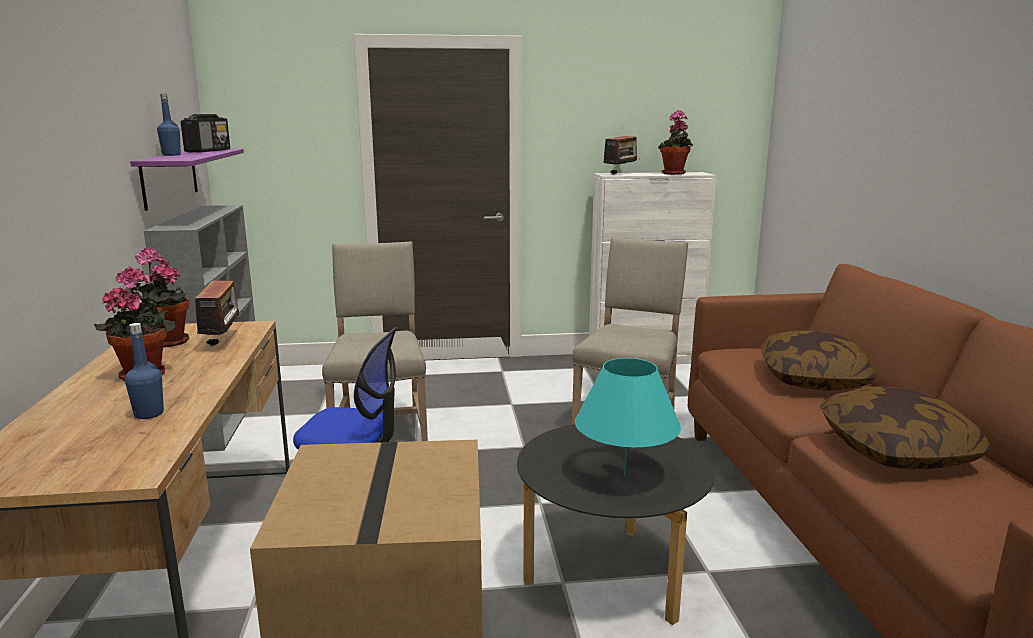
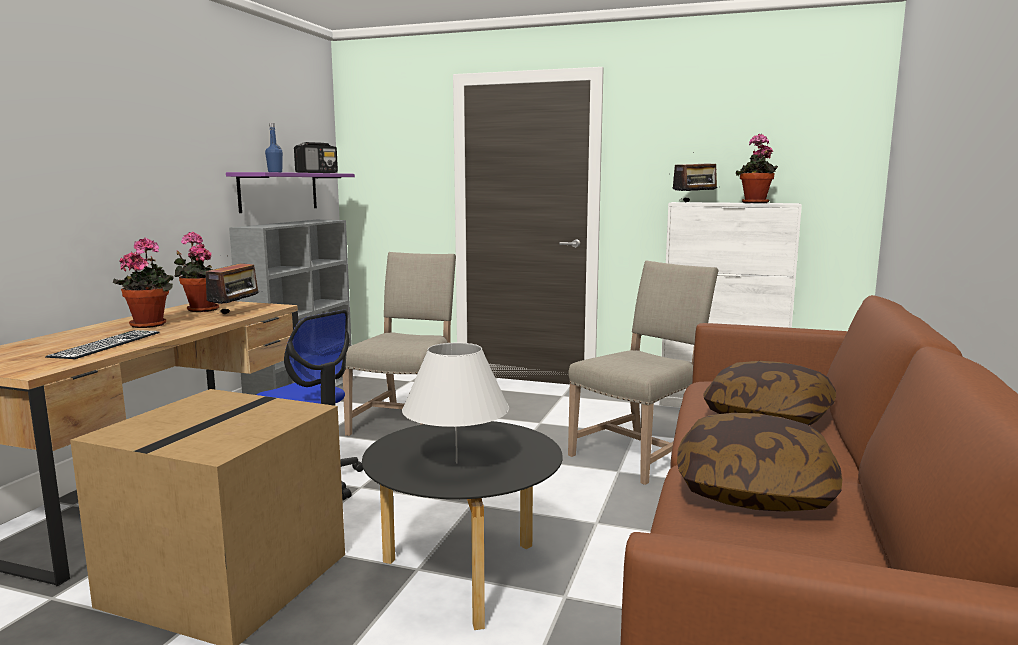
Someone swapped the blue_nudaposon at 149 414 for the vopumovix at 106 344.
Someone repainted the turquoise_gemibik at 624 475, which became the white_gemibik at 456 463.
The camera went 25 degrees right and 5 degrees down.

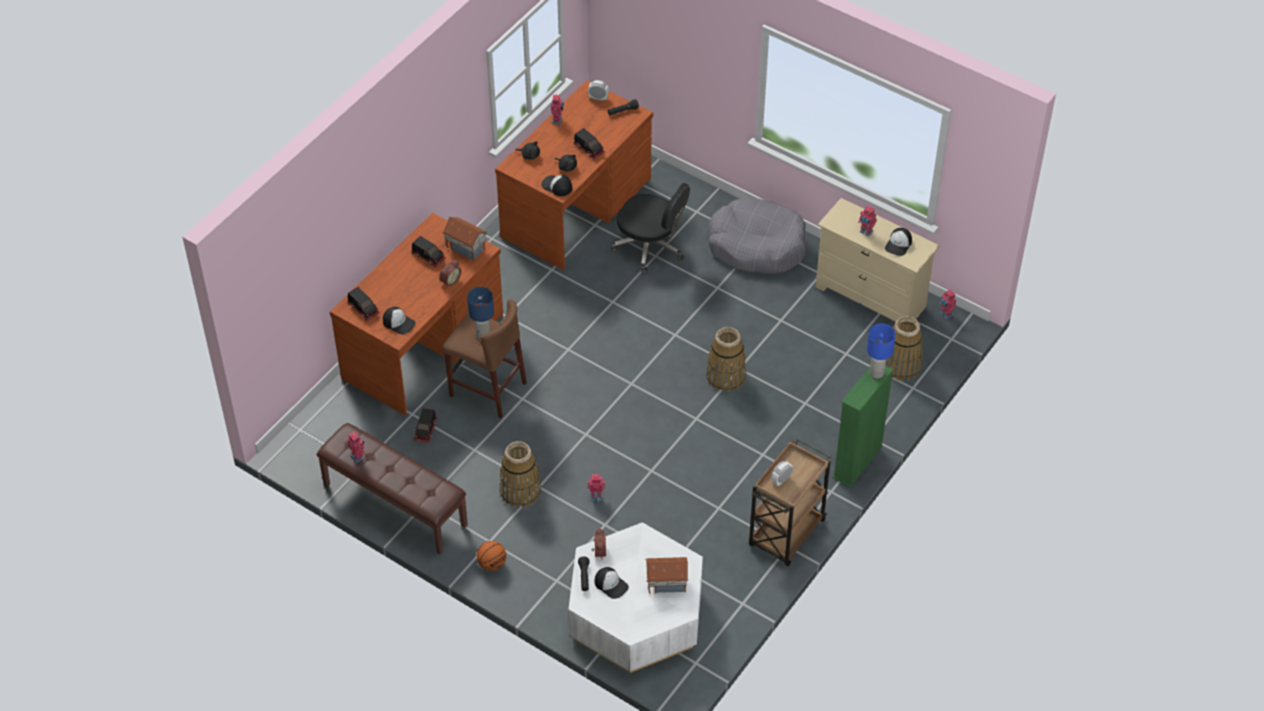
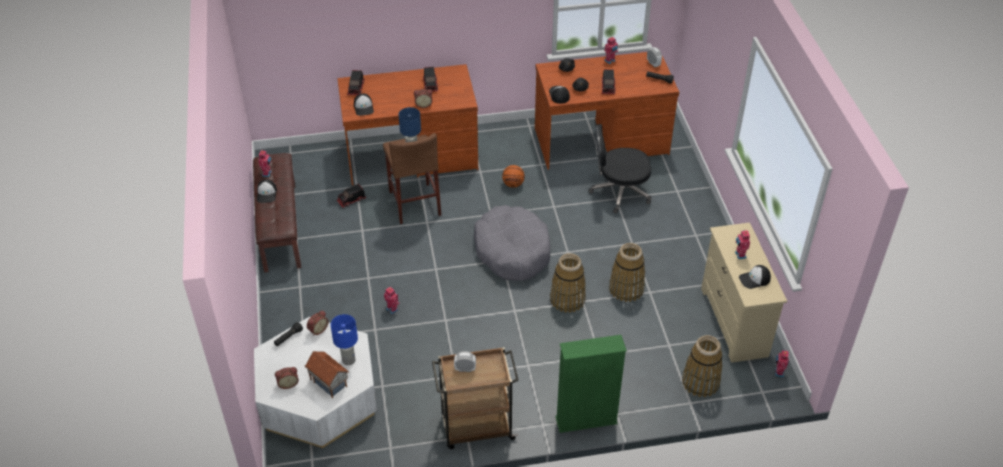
Someone rotated the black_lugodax at 650 247 by 105 degrees clockwise.
Someone carried the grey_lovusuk from 757 245 to 512 251.
Someone took away the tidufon at 466 247.
Someone carried the blue_gemibik from 876 372 to 348 360.
Someone carried the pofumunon from 520 490 to 626 288.
Someone carried the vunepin from 492 564 to 513 184.
Someone carried the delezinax from 611 584 to 267 194.
Someone put down the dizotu at 288 383.
The camera went 45 degrees right and 5 degrees down.

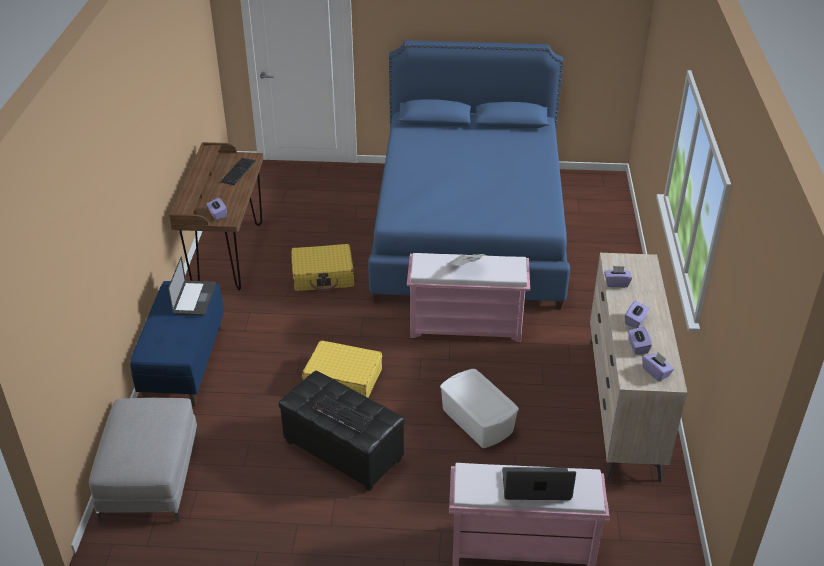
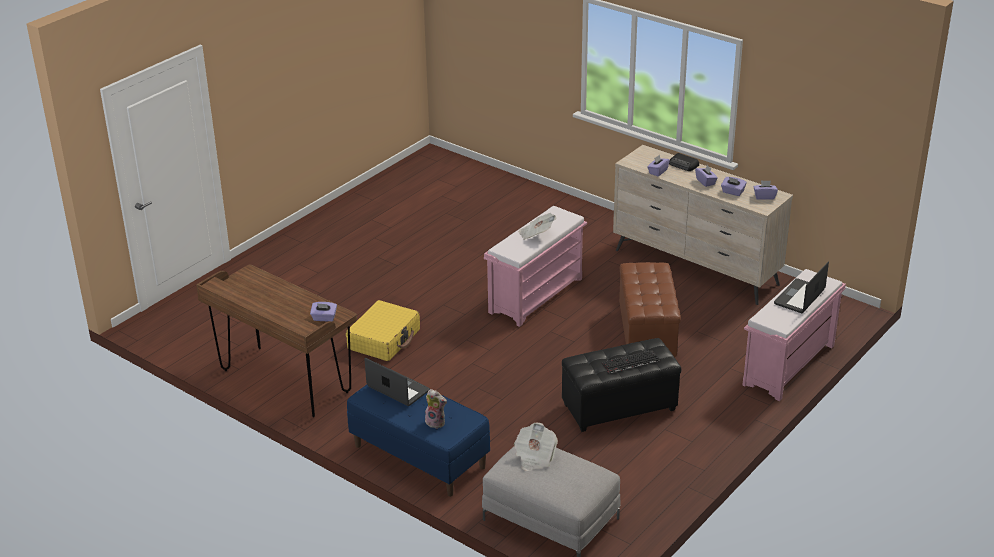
Someone took away the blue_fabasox at 468 231.
Someone took away the vopumovix at 238 171.
Someone took away the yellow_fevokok at 343 379.
Someone swapped the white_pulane at 477 420 for the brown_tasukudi at 647 333.
Someone put down the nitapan at 683 165.
Someone put down the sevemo at 436 422.
Someone put down the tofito at 534 457.
The camera went 55 degrees left and 5 degrees down.

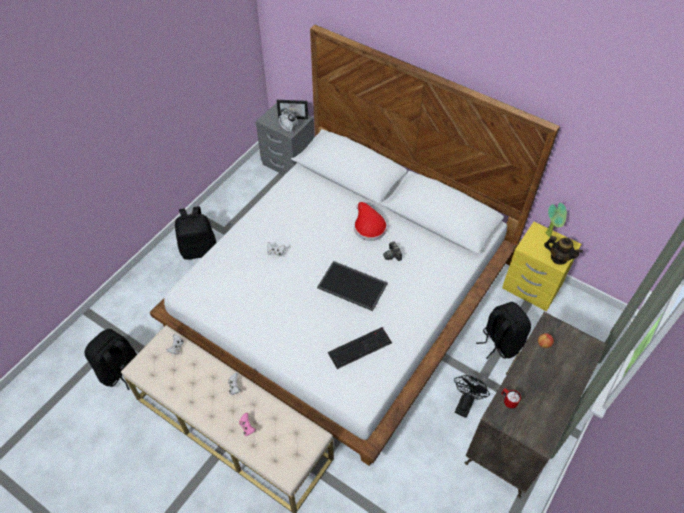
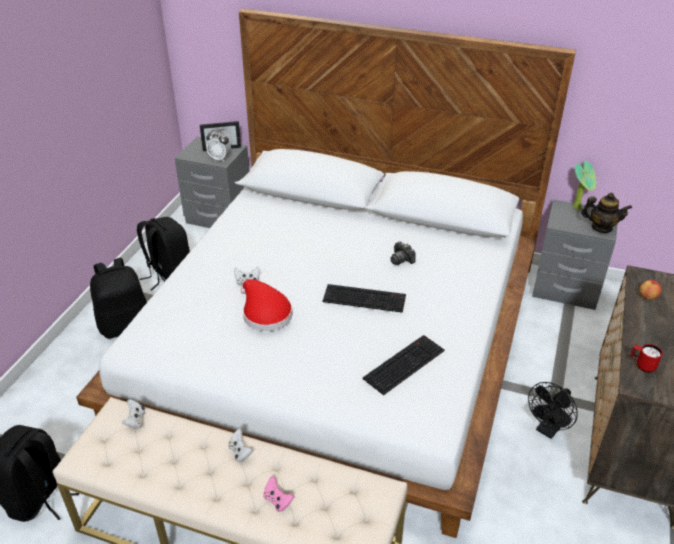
Someone carried the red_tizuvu from 368 226 to 265 313.
Someone repainted the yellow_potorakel at 531 287, which became the grey_potorakel at 565 289.
Someone swapped the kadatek at 353 285 for the vopumovix at 365 298.
Someone carried the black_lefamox from 499 342 to 168 275.
Someone rotated the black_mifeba at 465 403 by 150 degrees counterclockwise.
The camera went 15 degrees left and 15 degrees down.

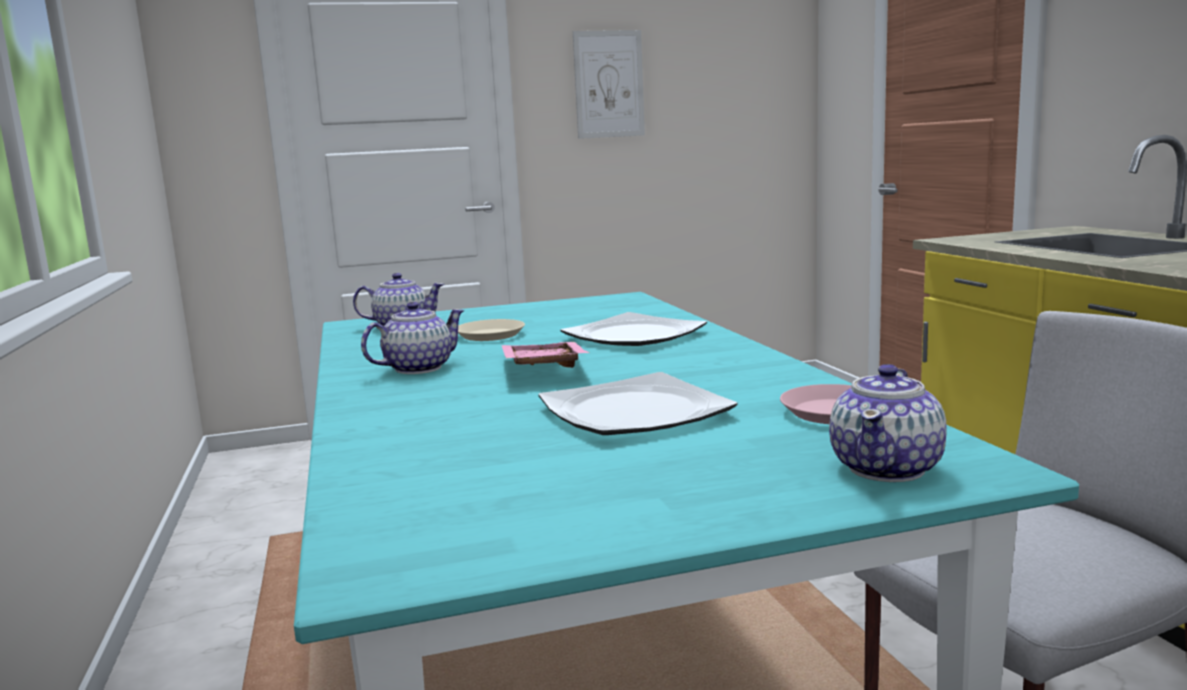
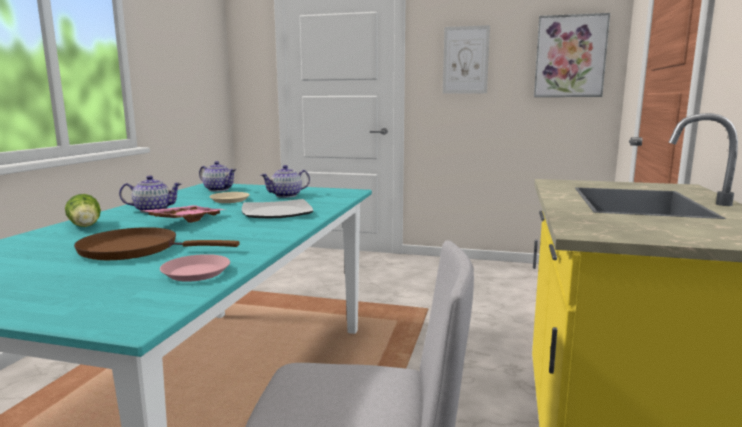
Someone carried the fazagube from 887 468 to 286 195.
Someone swapped the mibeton at 632 412 for the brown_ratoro at 136 249.
Someone put up the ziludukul at 570 56.
Someone put down the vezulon at 85 226.
The camera went 30 degrees right and 0 degrees up.

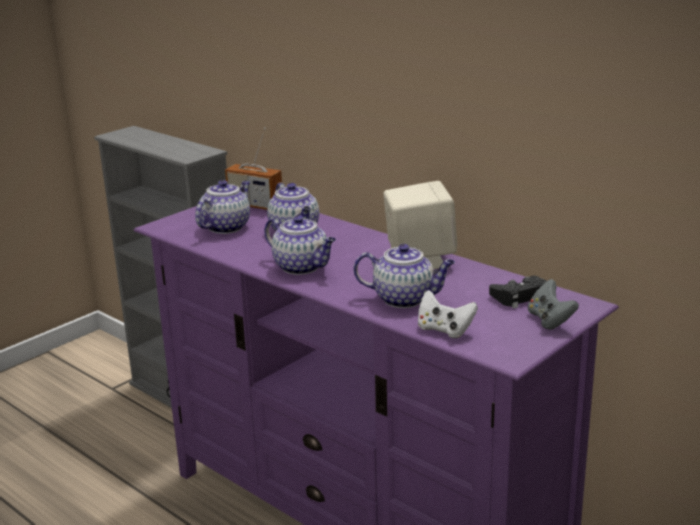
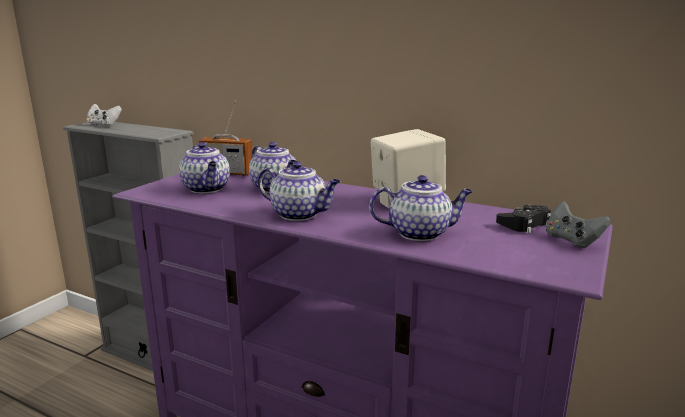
Someone rotated the fazagube at 226 227 by 135 degrees clockwise.
Someone carried the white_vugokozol from 444 330 to 104 125.
The camera went 15 degrees left and 5 degrees down.

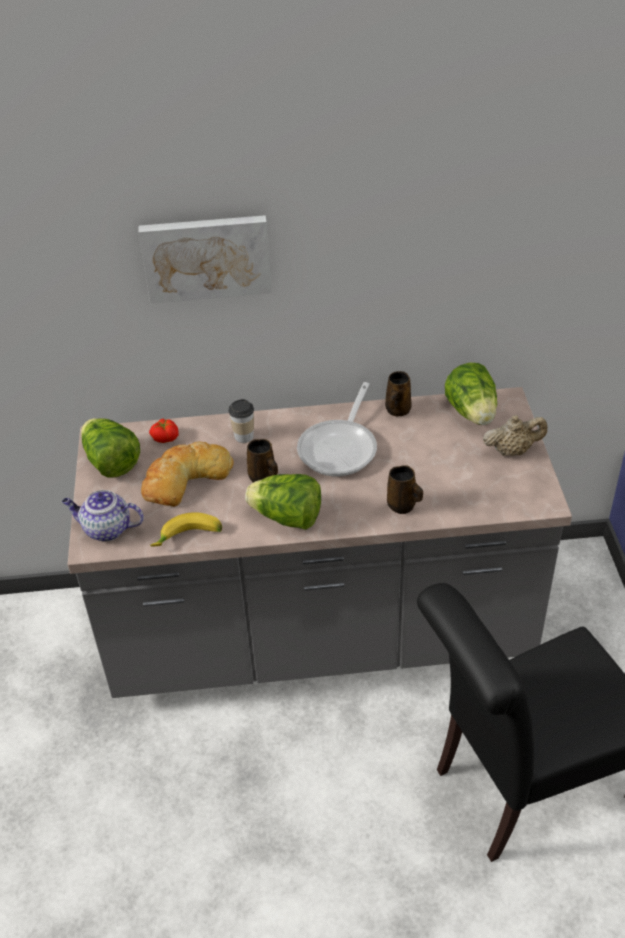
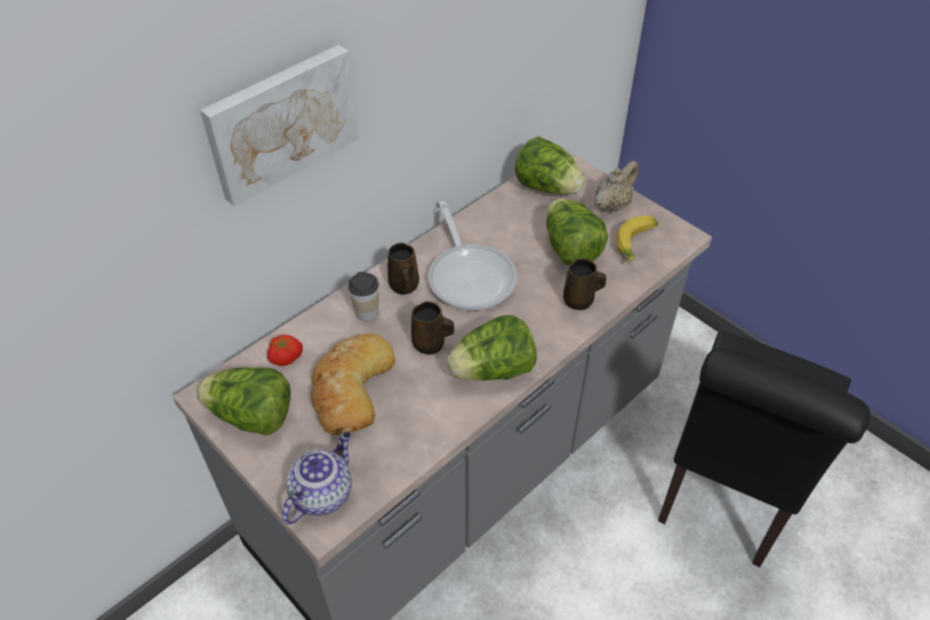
Someone carried the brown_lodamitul from 397 410 to 404 286.
Someone rotated the fazagube at 106 529 by 150 degrees clockwise.
Someone carried the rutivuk from 189 538 to 637 244.
Someone put down the vezulon at 570 249.
The camera went 40 degrees left and 5 degrees up.

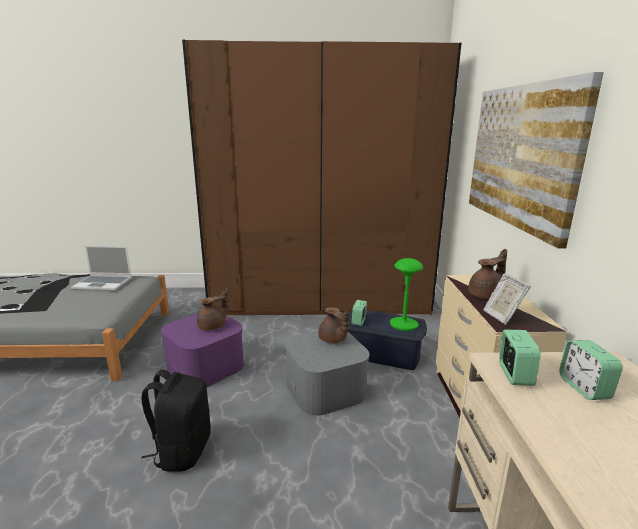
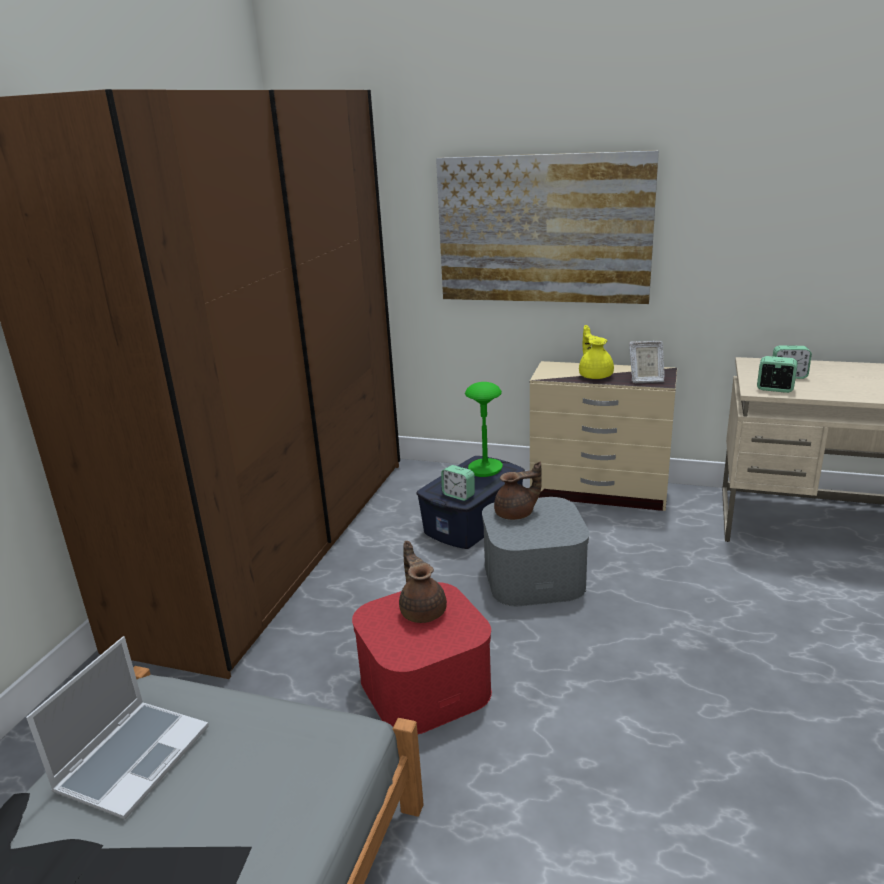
Someone repainted the brown_fazagube at 486 295, which became the yellow_fazagube at 595 375.
Someone repainted the purple_pulane at 206 366, which became the red_pulane at 425 684.
Someone took away the black_lefamox at 182 450.
The camera went 70 degrees left and 5 degrees up.

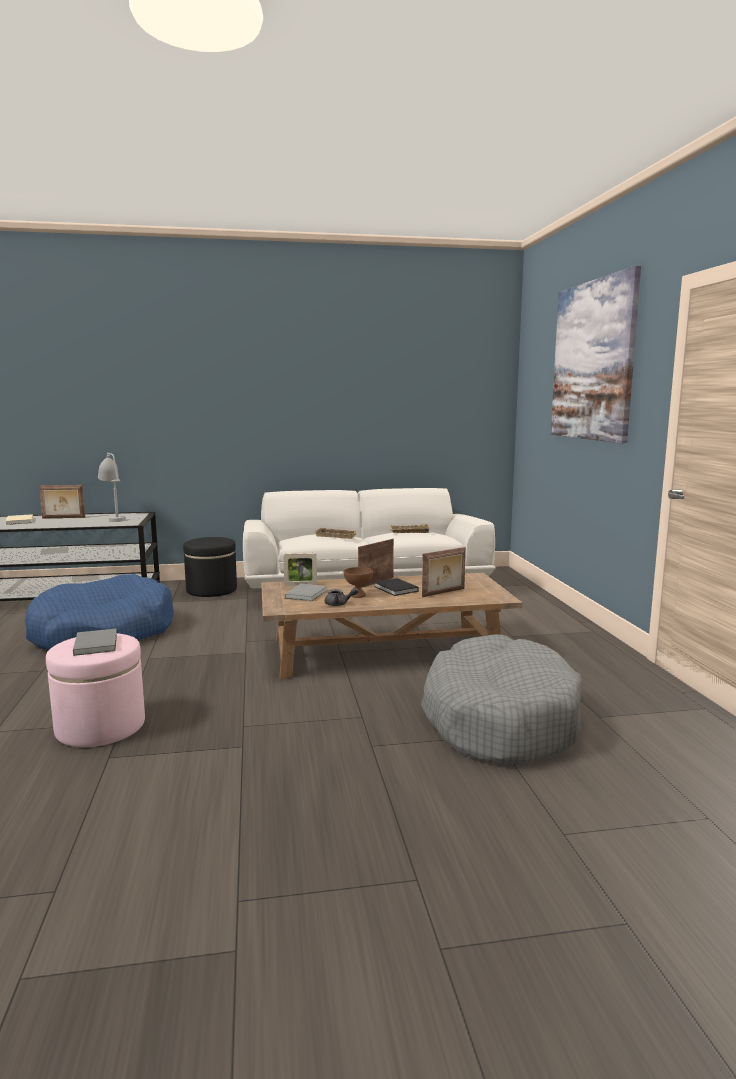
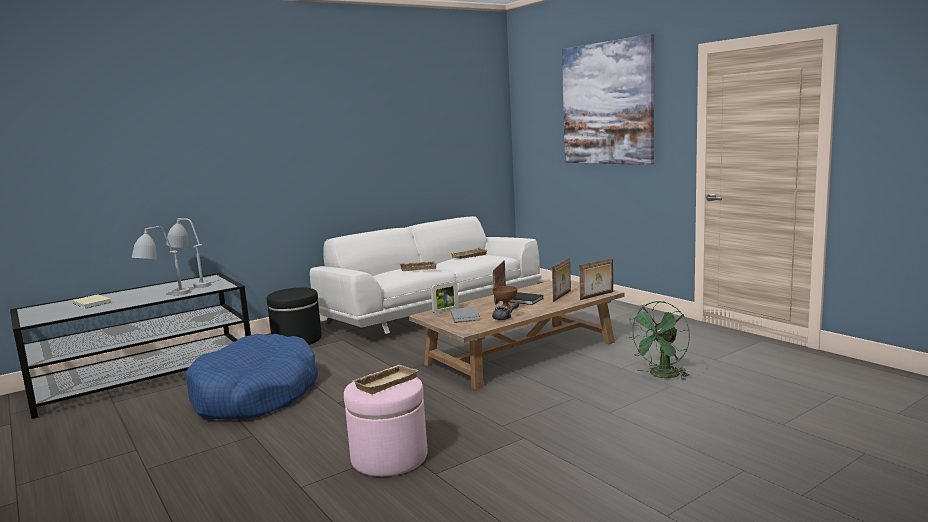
Someone carried the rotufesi from 63 518 to 597 296.
Someone swapped the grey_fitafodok at 97 644 for the beige_kadatek at 385 382.
Someone swapped the grey_lovusuk at 499 719 for the green_mifeba at 662 376.
Someone put down the grey_gemibik at 164 297.
The camera went 25 degrees left and 0 degrees up.

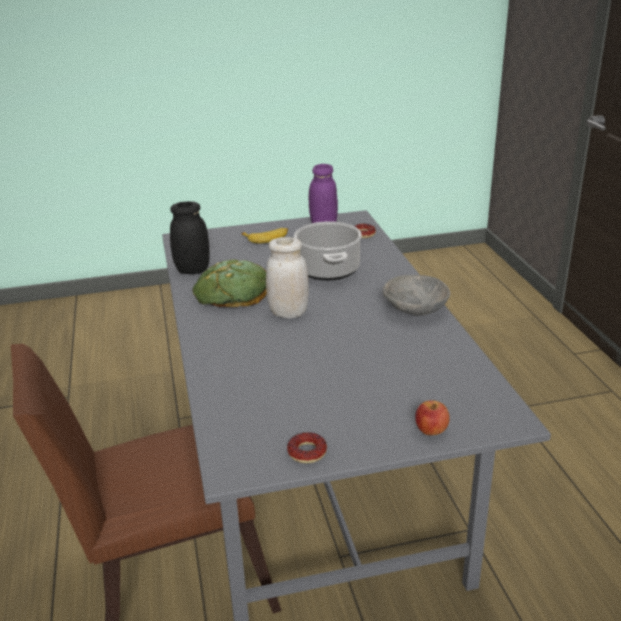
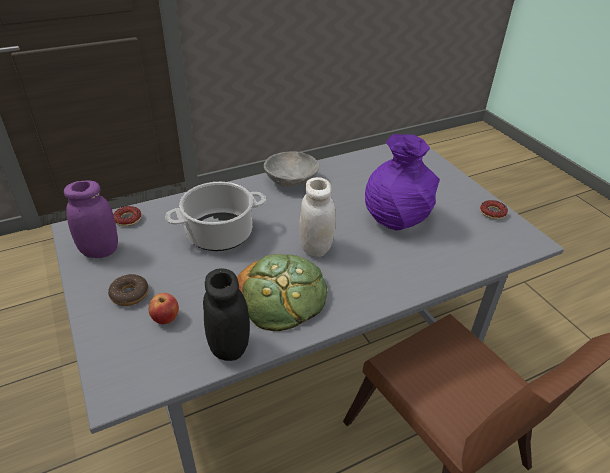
Someone swapped the rutivuk at 267 238 for the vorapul at 129 294.
Someone carried the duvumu from 431 431 to 166 318.
Someone put down the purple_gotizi at 395 217.
The camera went 105 degrees left and 10 degrees up.

